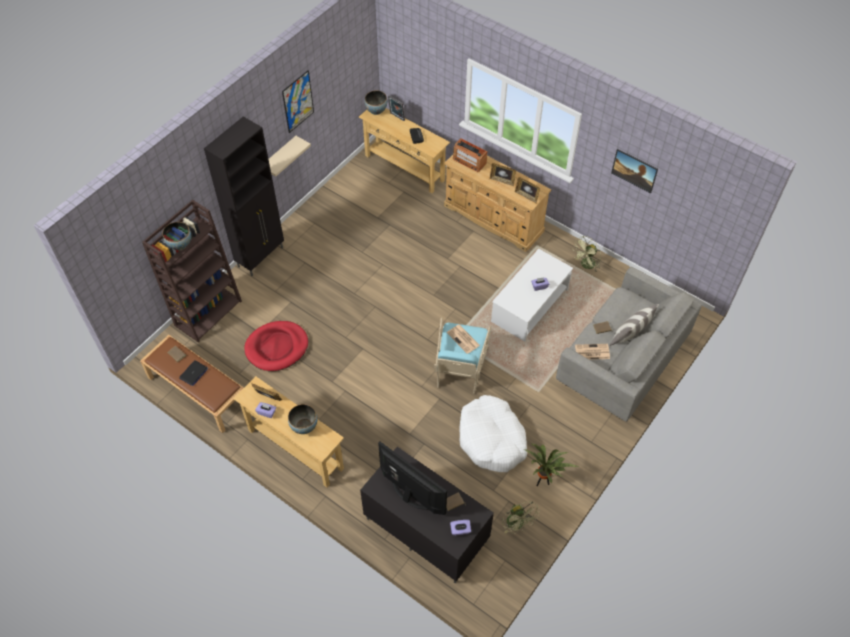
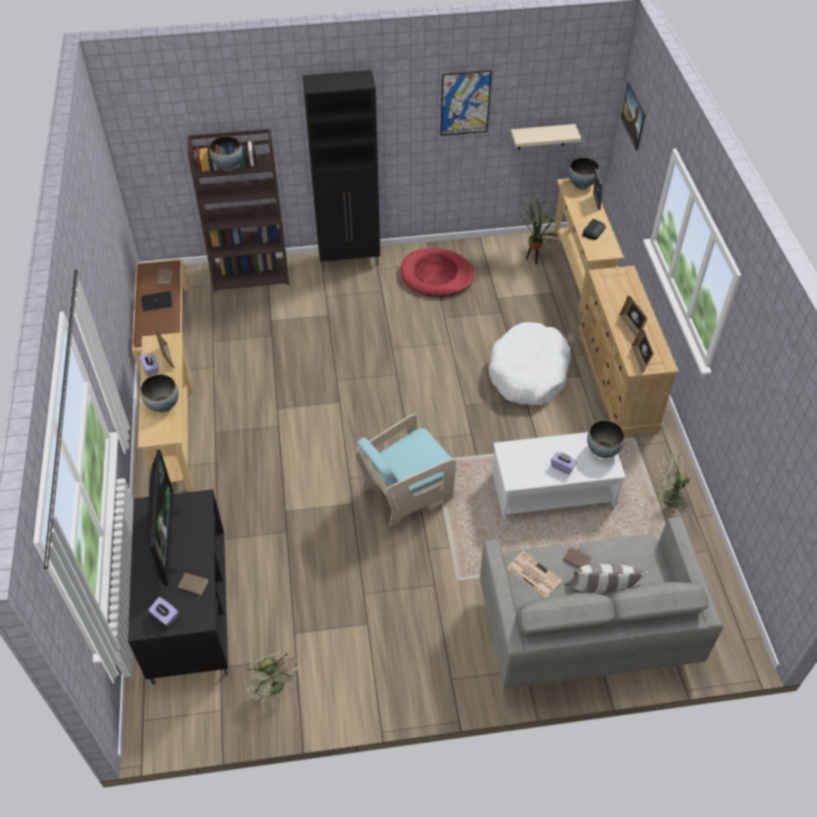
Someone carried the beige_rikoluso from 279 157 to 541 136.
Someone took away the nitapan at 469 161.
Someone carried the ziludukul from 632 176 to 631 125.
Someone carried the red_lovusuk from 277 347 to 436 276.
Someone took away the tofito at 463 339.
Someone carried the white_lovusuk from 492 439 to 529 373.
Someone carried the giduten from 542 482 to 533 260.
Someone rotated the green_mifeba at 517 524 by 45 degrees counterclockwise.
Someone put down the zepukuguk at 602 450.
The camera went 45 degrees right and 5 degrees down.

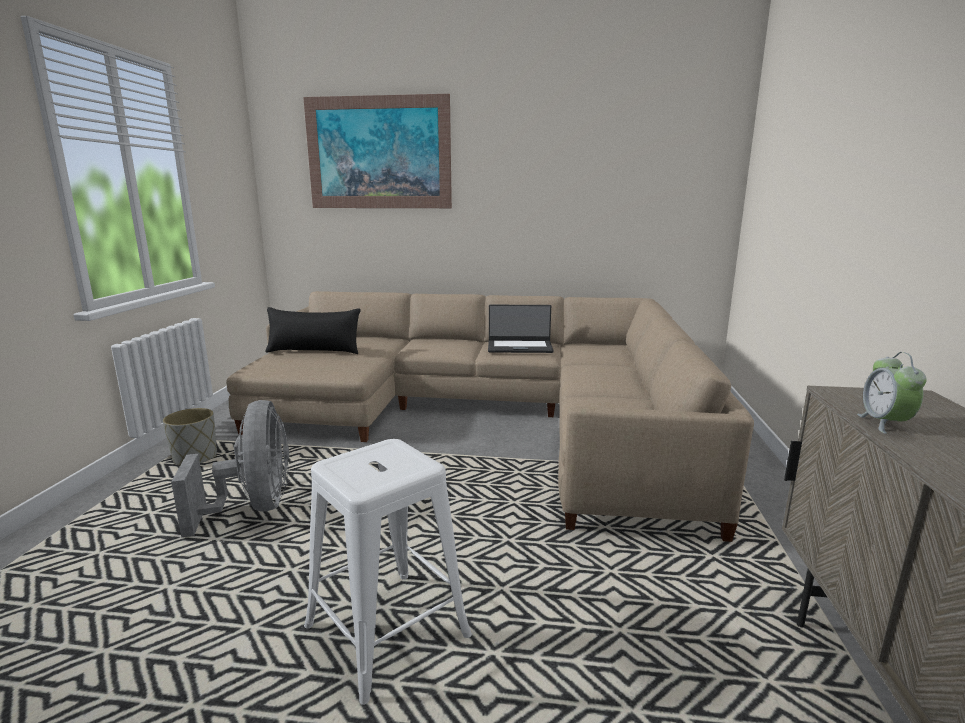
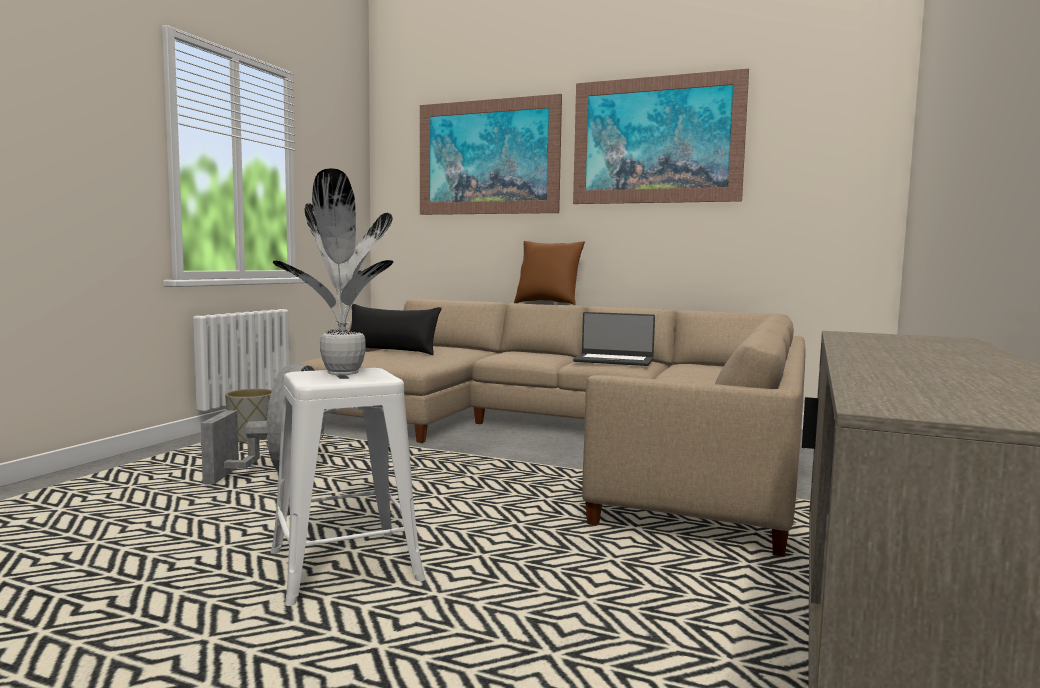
Someone took away the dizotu at 884 424.
Someone put up the ziludukul at 656 140.
Someone put down the giduten at 342 373.
Someone put down the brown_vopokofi at 547 304.
The camera went 15 degrees right and 10 degrees down.

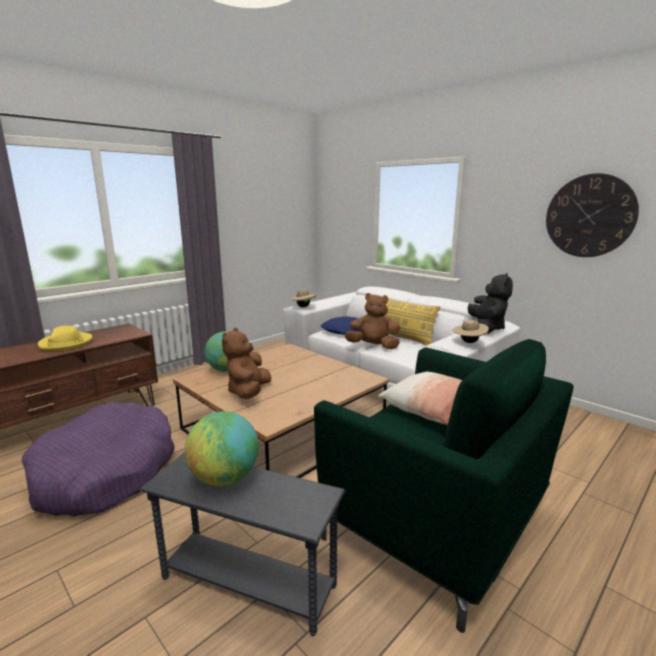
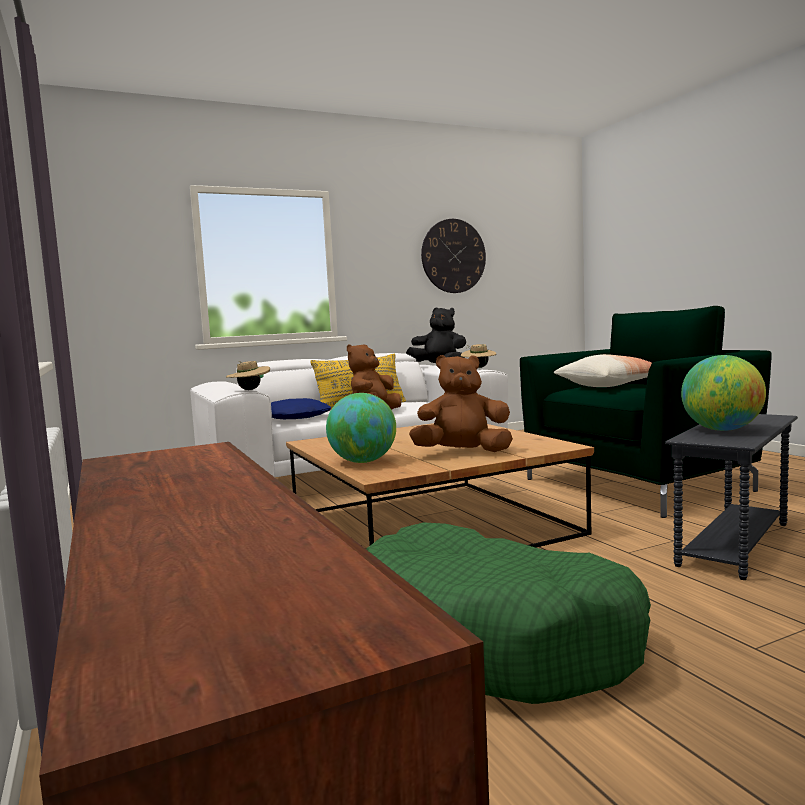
Someone took away the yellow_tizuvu at 66 343.
Someone rotated the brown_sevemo at 248 392 by 150 degrees clockwise.
Someone repainted the purple_lovusuk at 106 472, which became the green_lovusuk at 495 640.
The camera went 70 degrees left and 10 degrees down.

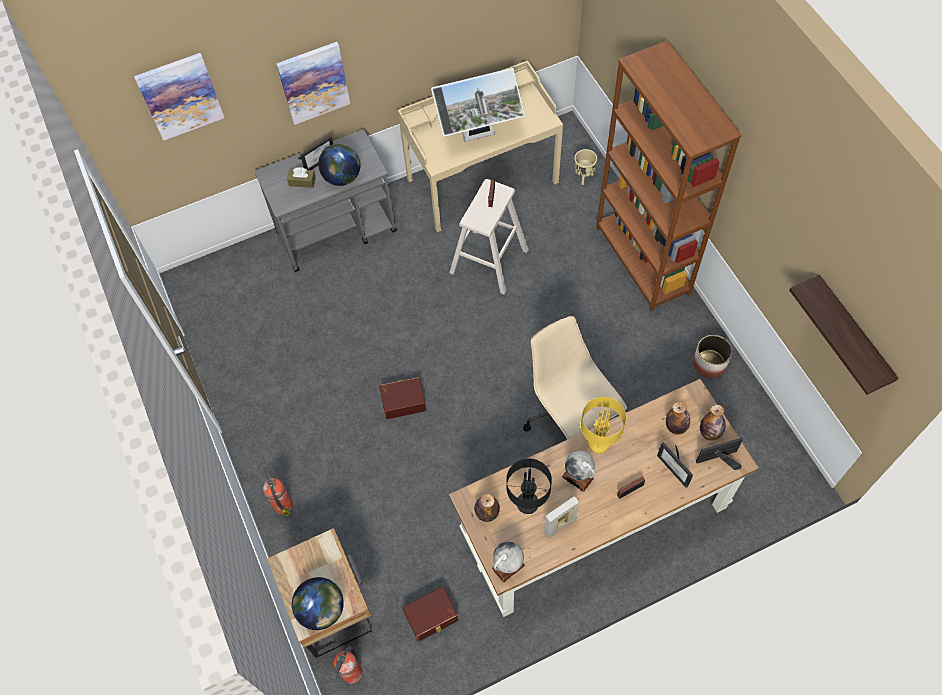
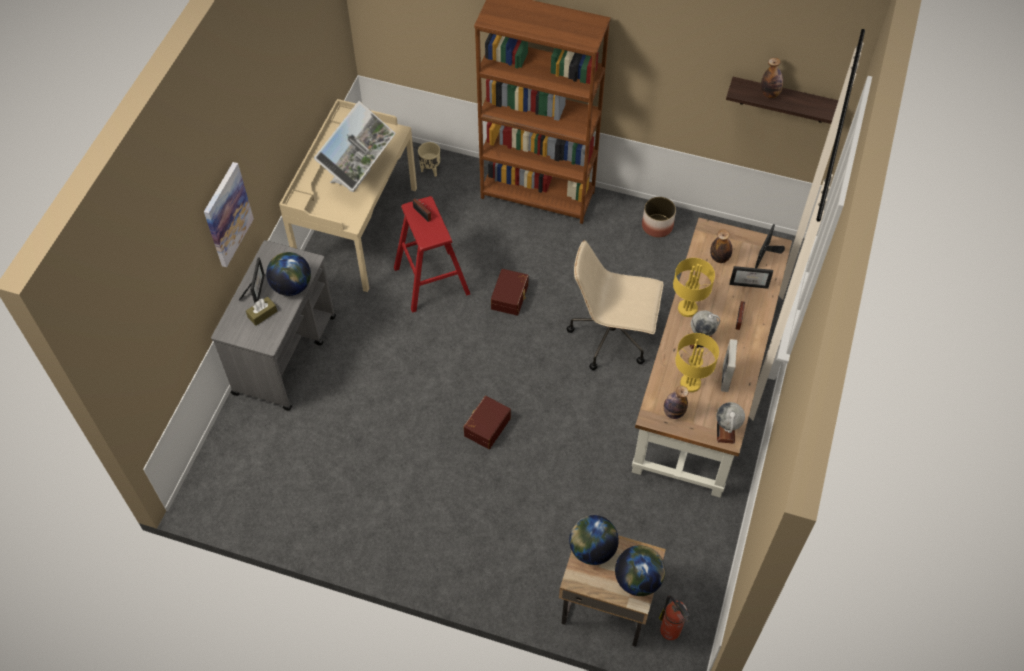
Someone took away the ziludukul at 180 96.
Someone repainted the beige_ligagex at 489 261, which became the red_ligagex at 432 281.
Someone carried the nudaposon from 709 432 to 769 94.
Someone repainted the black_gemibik at 528 503, which became the yellow_gemibik at 691 383.
Someone took away the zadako at 283 504.
Someone carried the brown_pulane from 432 617 to 510 297.
Someone put down the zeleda at 592 549.
The camera went 50 degrees left and 5 degrees down.

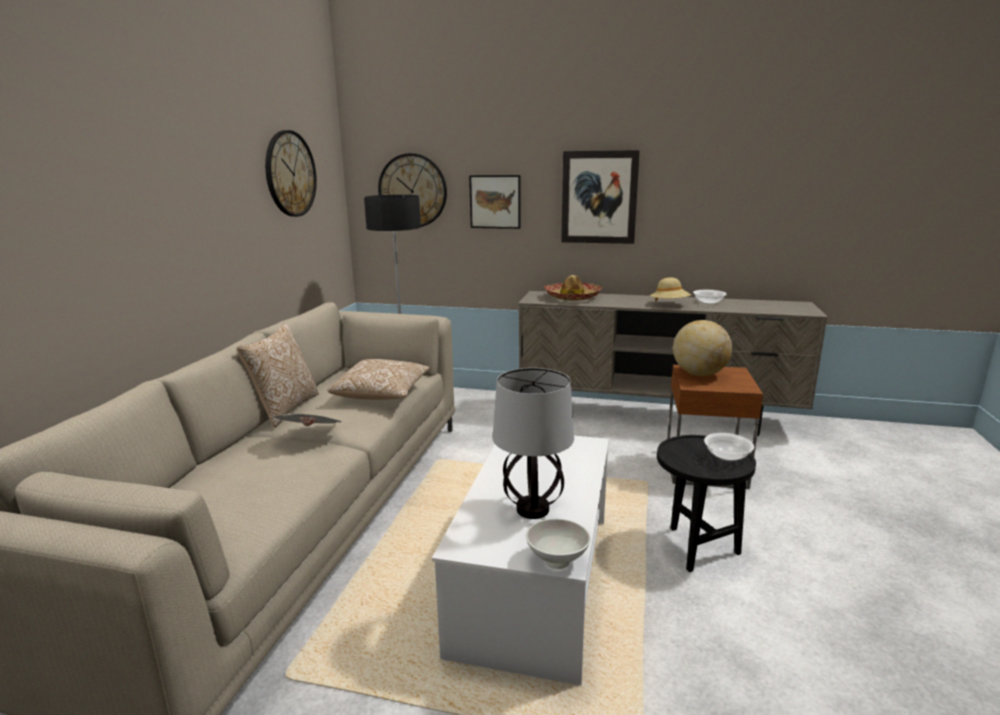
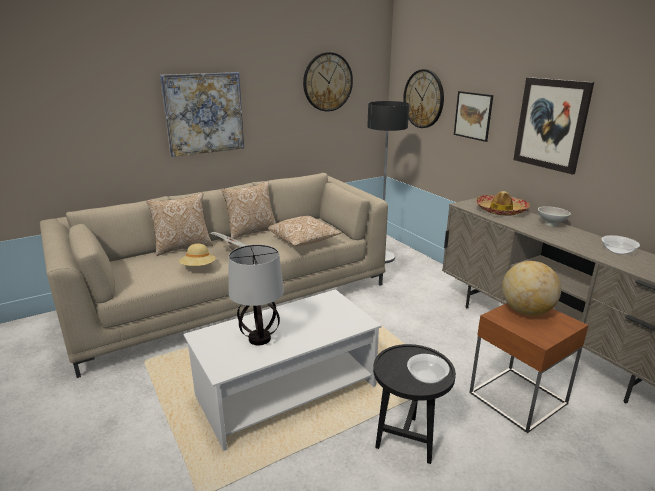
Someone carried the beige_tizuvu from 669 304 to 198 267.
Someone carried the white_zepukuguk from 555 560 to 550 224.
Someone put up the ziludukul at 204 113.
Someone put down the vopokofi at 183 247.
The camera went 45 degrees right and 5 degrees up.

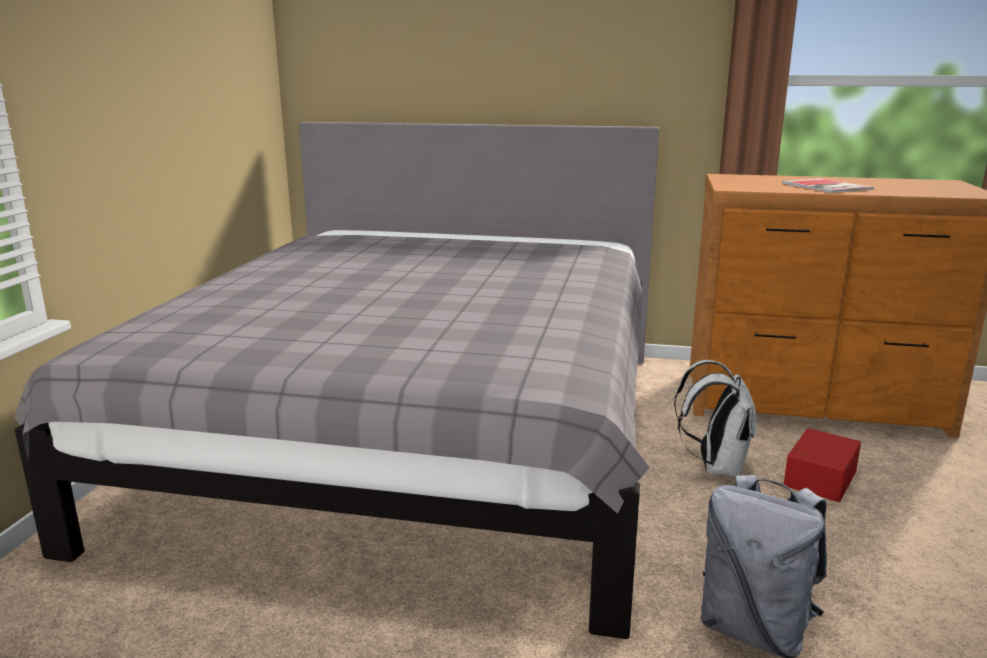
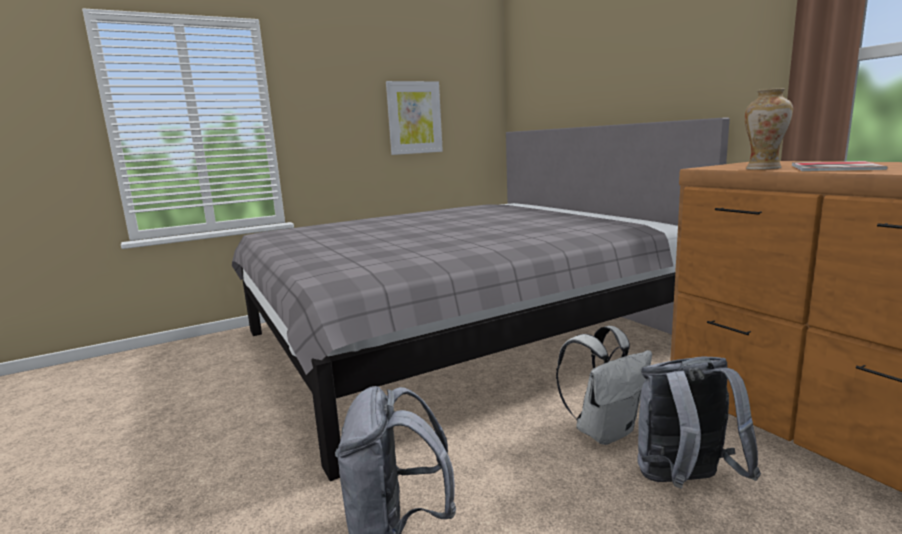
Someone swapped the red_pulane at 818 478 for the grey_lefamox at 684 483.
Someone put up the ziludukul at 414 118.
Someone put down the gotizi at 763 169.
The camera went 50 degrees right and 5 degrees down.

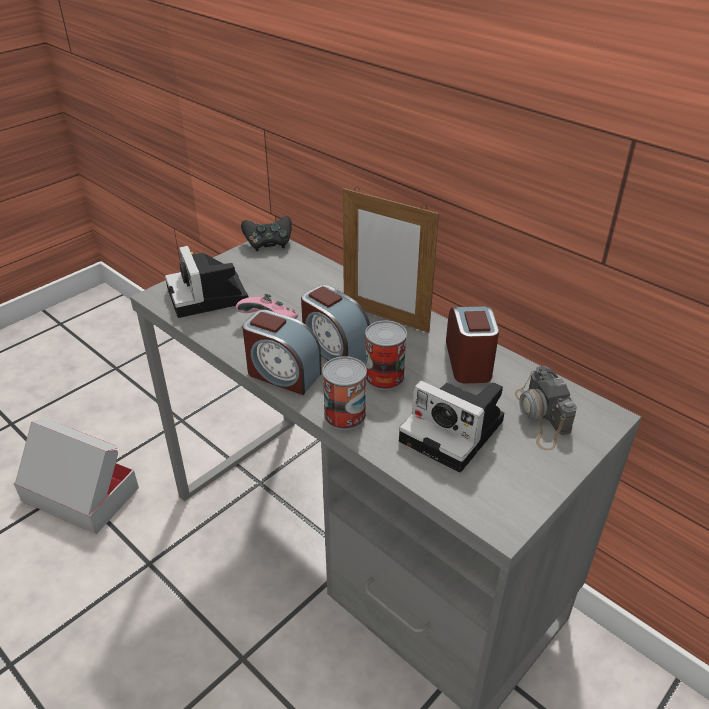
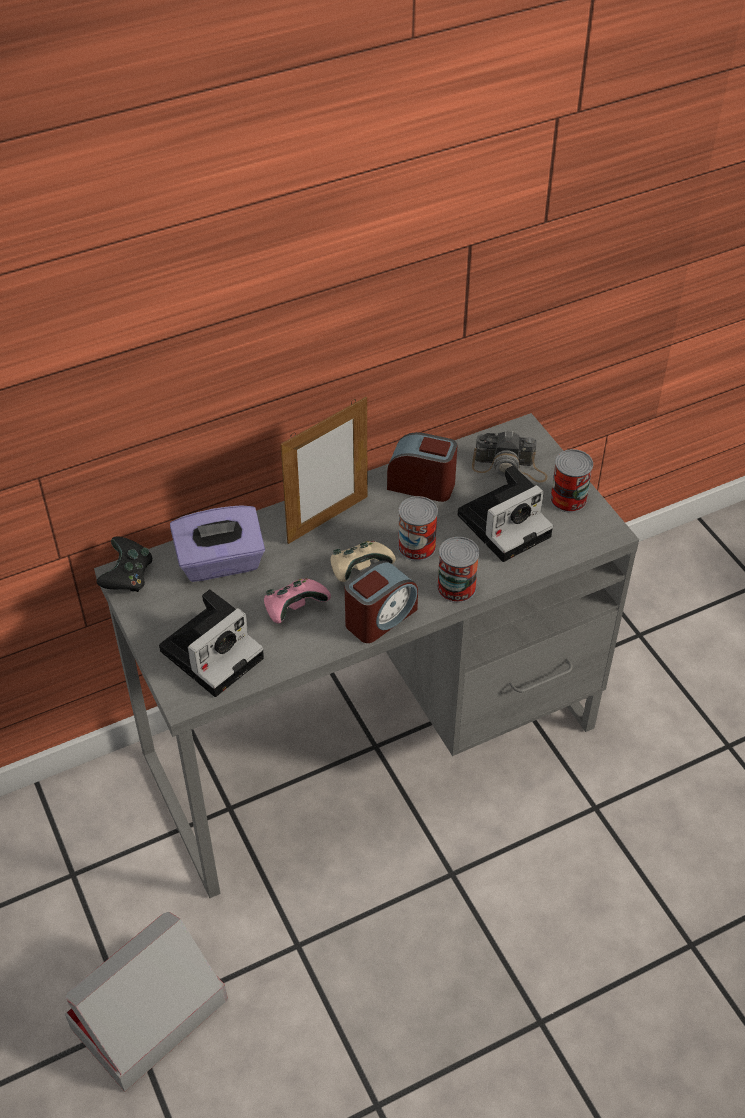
Someone rotated the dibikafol at 209 297 by 45 degrees counterclockwise.
Someone swapped the dizotu at 334 349 for the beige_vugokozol at 360 570.
Someone put down the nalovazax at 568 499.
Someone put down the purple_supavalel at 221 562.
The camera went 70 degrees left and 10 degrees up.

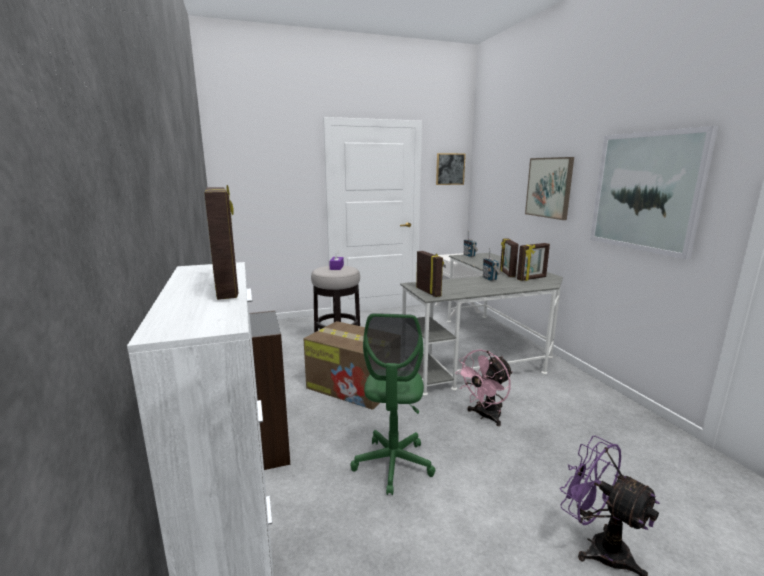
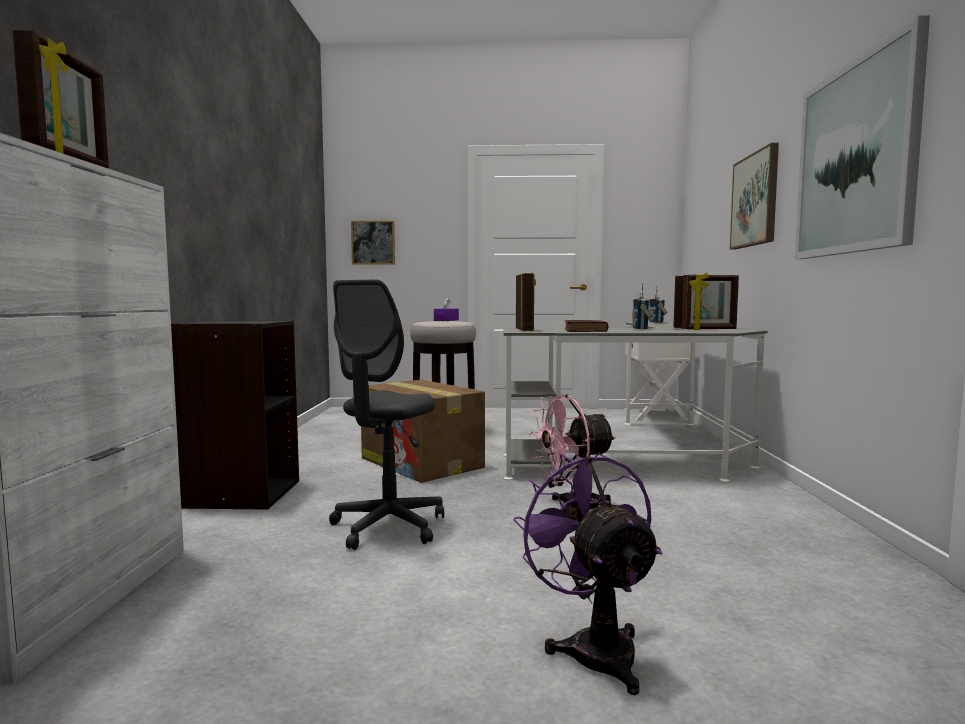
Someone carried the ziludukul from 450 169 to 373 242.
Someone repainted the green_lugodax at 393 464, which became the grey_lugodax at 388 527.
Someone put down the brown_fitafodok at 585 330.
The camera went 20 degrees right and 10 degrees down.

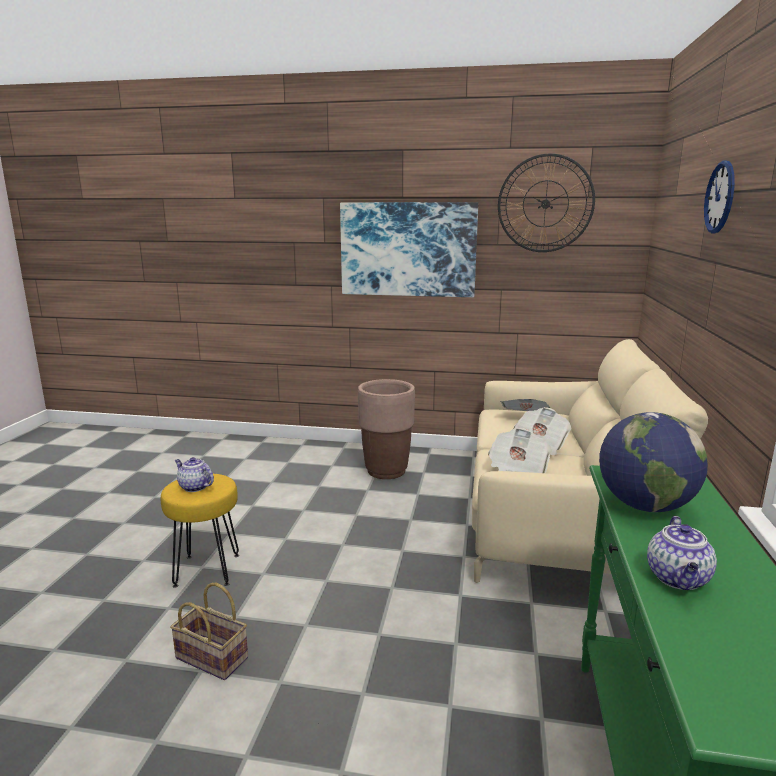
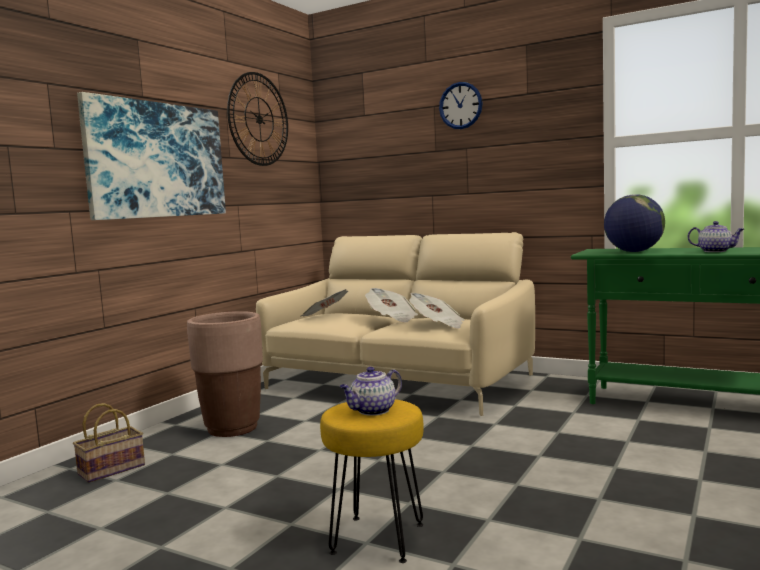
Someone carried the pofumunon from 214 657 to 112 469.
The camera went 70 degrees left and 10 degrees down.

